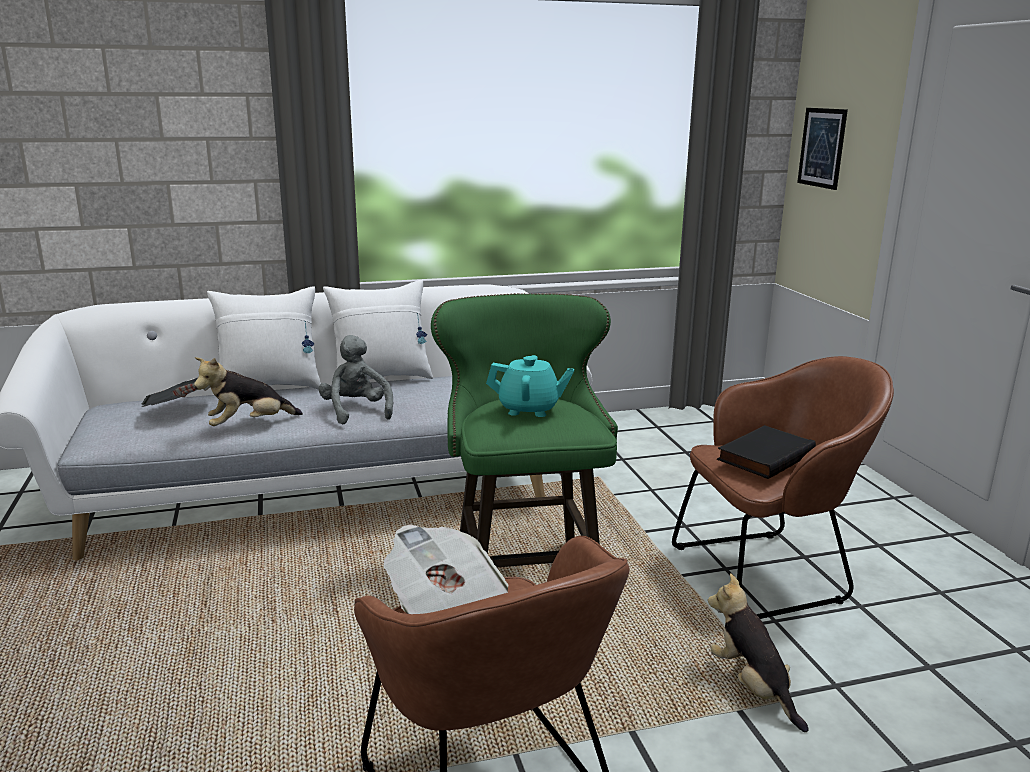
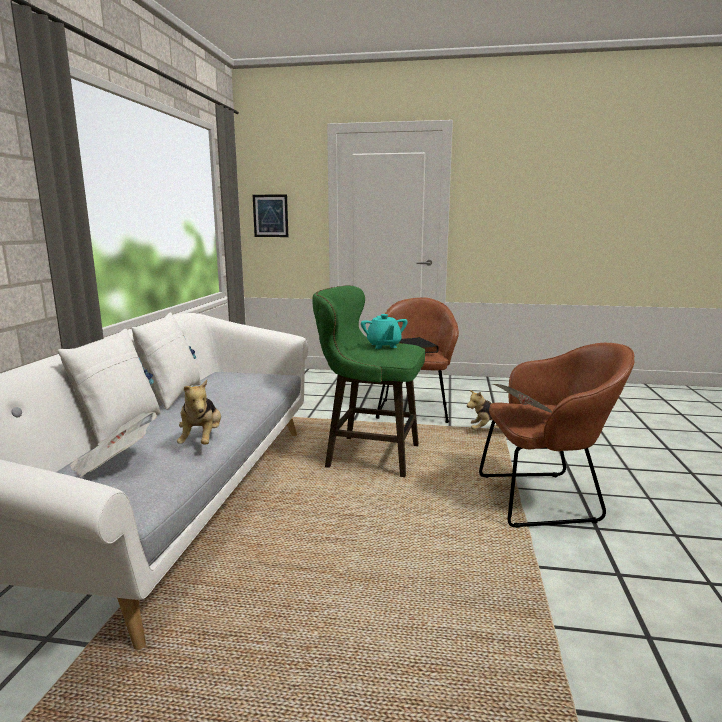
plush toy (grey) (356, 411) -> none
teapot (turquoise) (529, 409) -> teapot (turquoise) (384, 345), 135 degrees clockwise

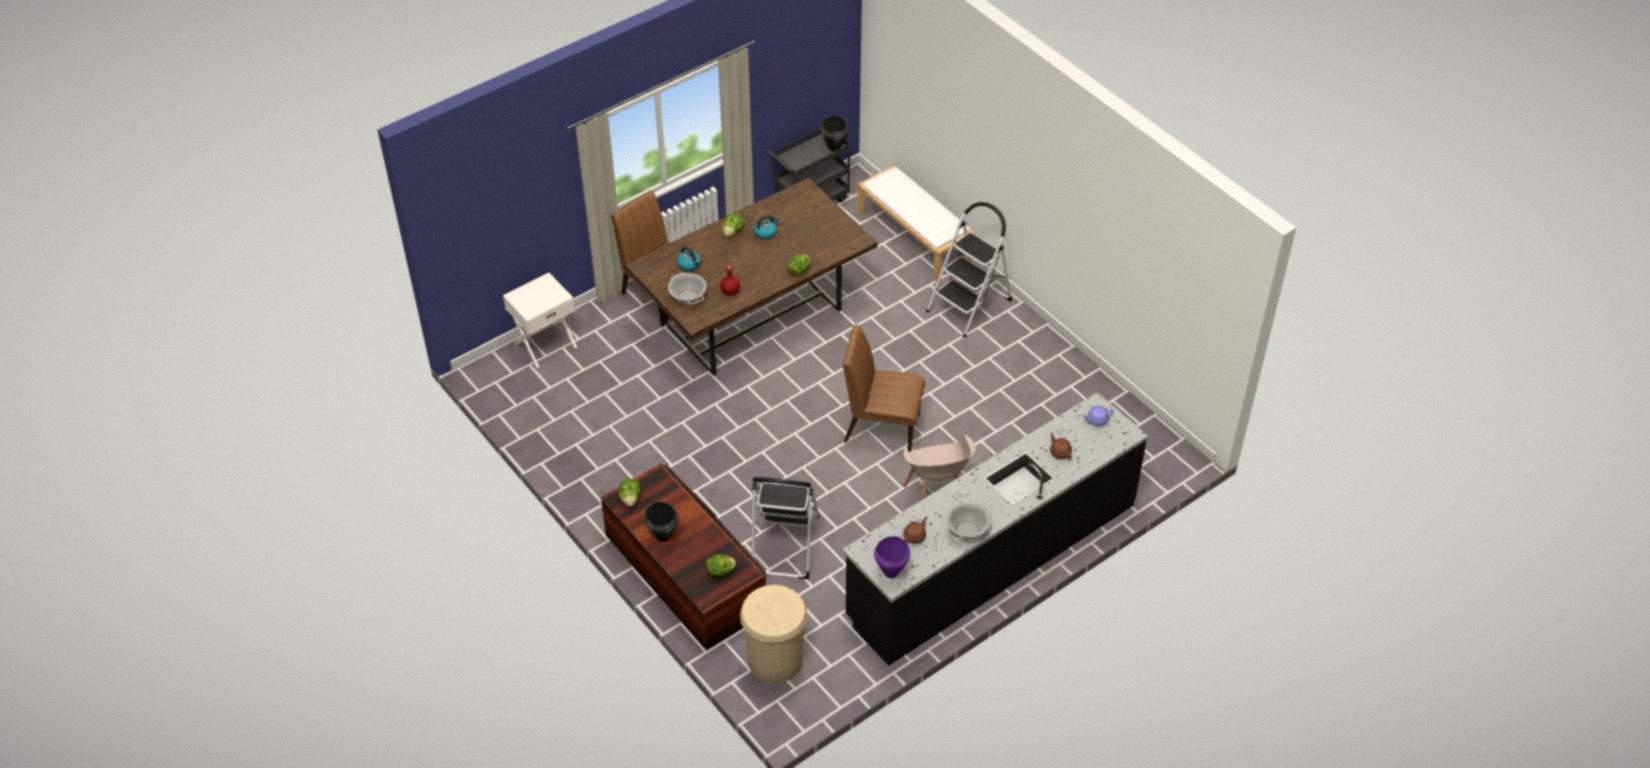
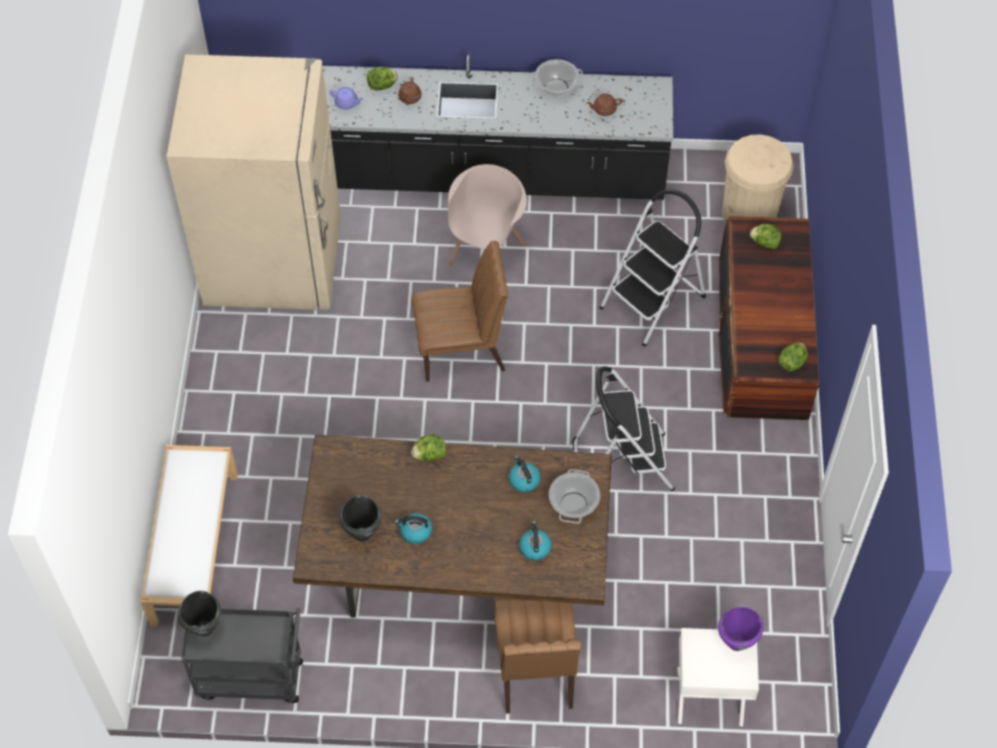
none -> fridge (beige) (273, 260)
cooking pot (black) (663, 536) -> cooking pot (black) (362, 534), move
lettuce (733, 232) -> lettuce (382, 86), move
cooking pot (purple) (890, 572) -> cooking pot (purple) (736, 643), move
step ladder (971, 305) -> step ladder (619, 464), move
bottle (red) (730, 291) -> kettle (523, 480)
chair (brown) (882, 428) -> chair (brown) (461, 351), 60 degrees counterclockwise

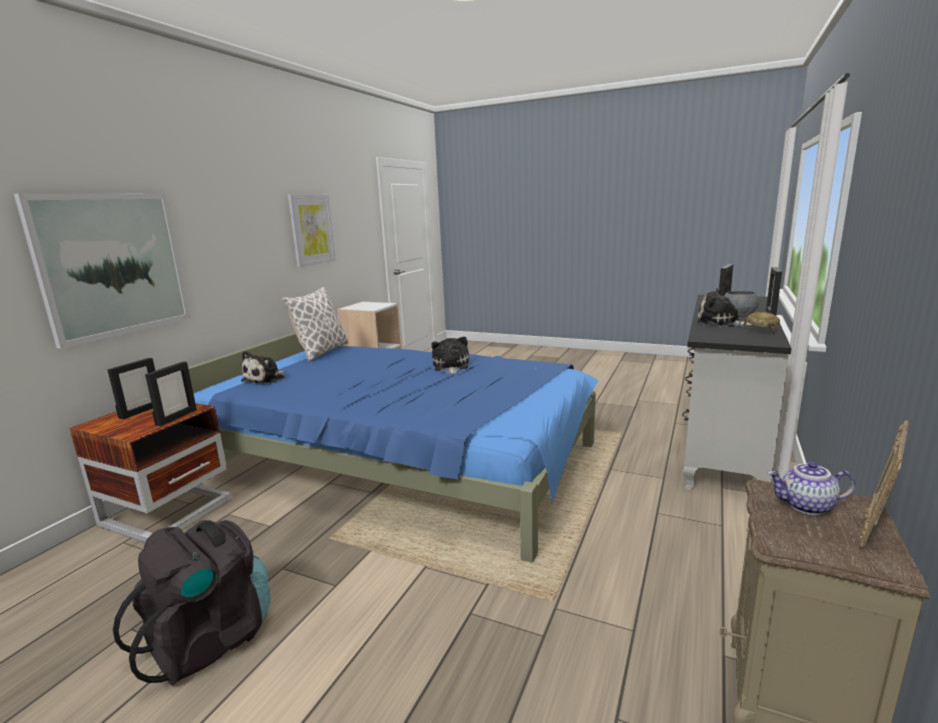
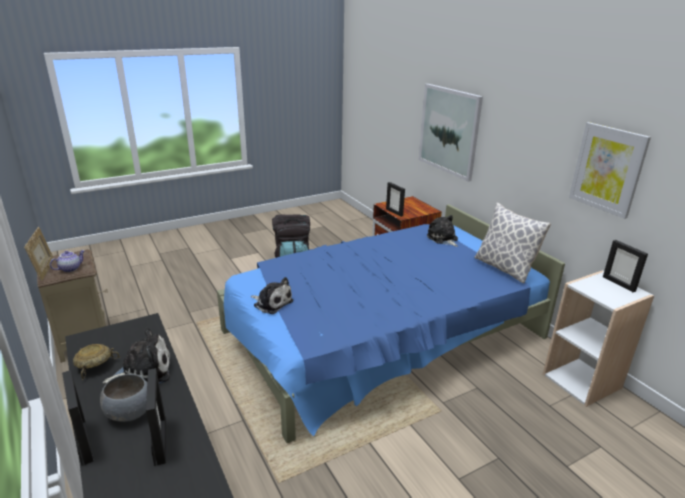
picture frame (141, 411) -> picture frame (619, 283), move
plush toy (450, 367) -> plush toy (272, 303), move

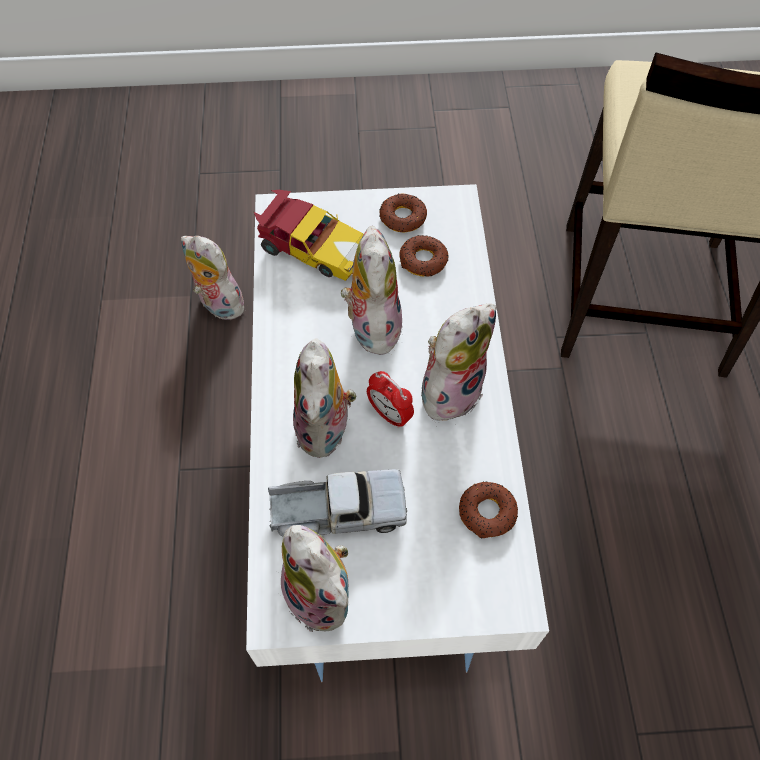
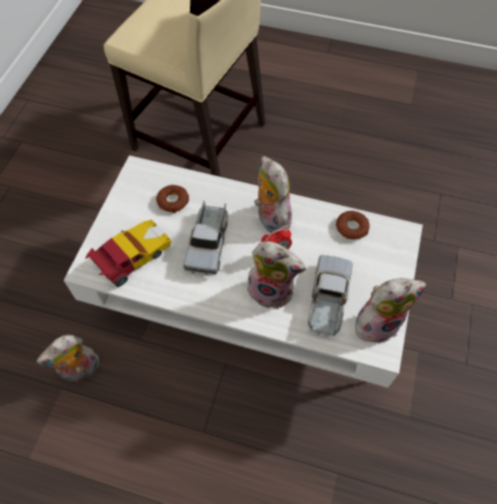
donut (402, 217) -> none
plush toy (372, 325) -> toy truck (208, 243)

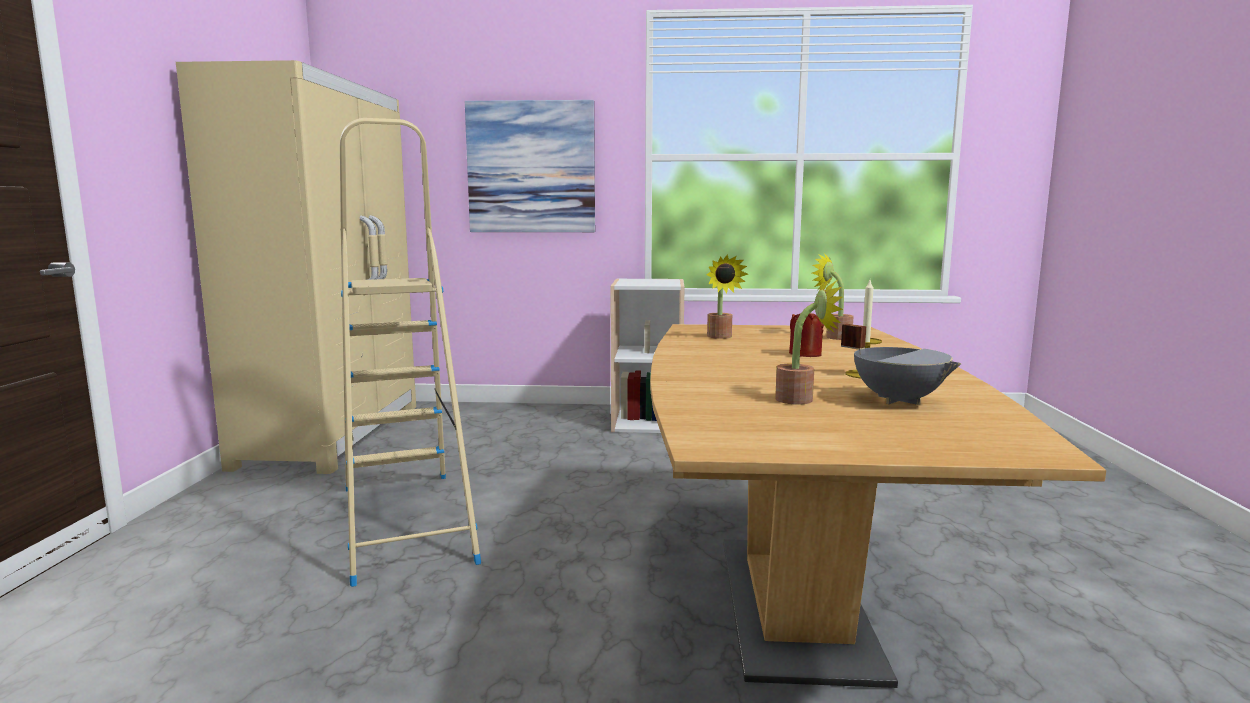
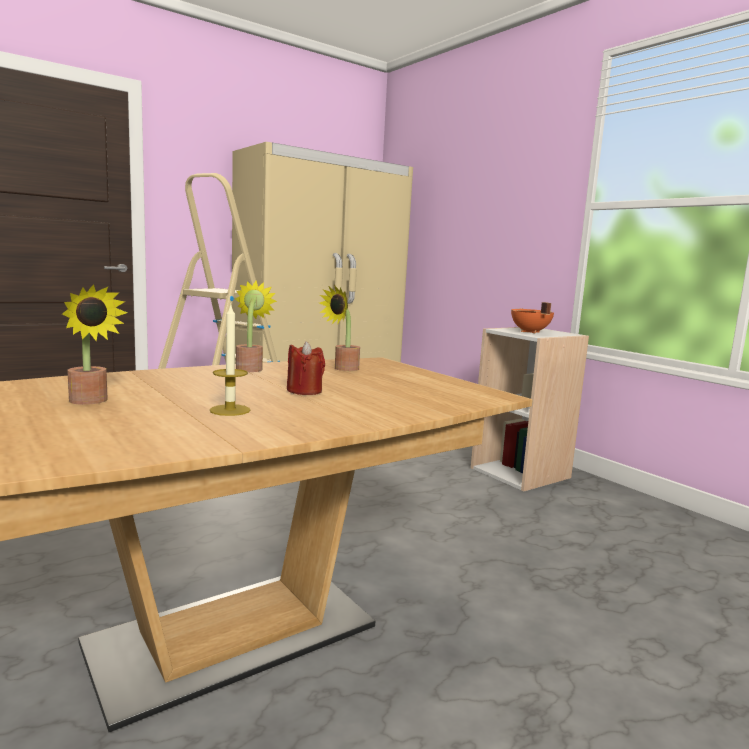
picture (531, 167) -> none
cooking pot (grey) (898, 400) -> none
none -> cooking pot (orange) (529, 332)
potted plant (833, 337) -> potted plant (250, 368), move

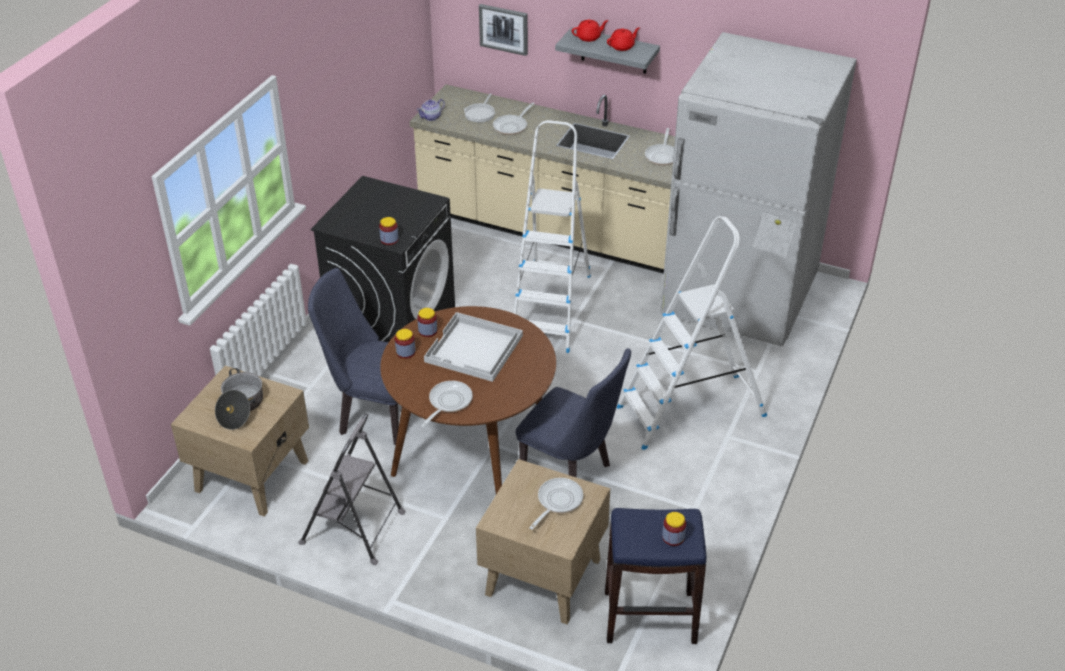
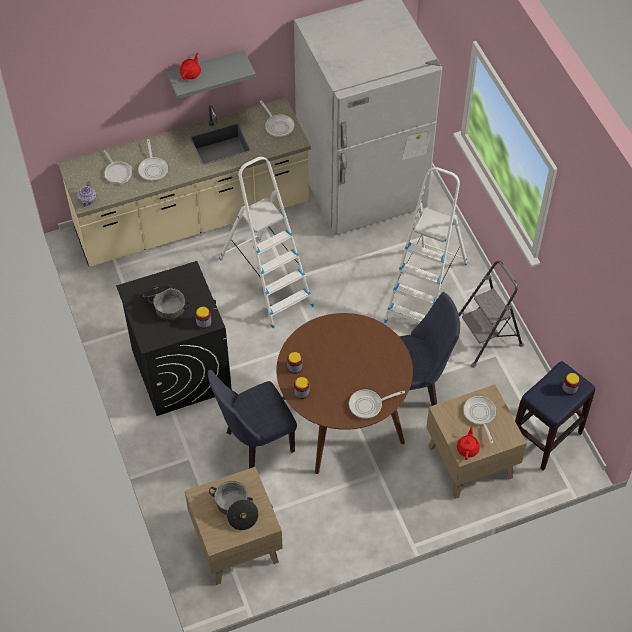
tray (white) (474, 349) -> none
picture (504, 29) -> none
none -> cooking pot (166, 305)
step ladder (grey) (355, 528) -> step ladder (grey) (487, 336), move
teapot (red) (622, 46) -> teapot (red) (468, 448), move
frying pan (448, 402) -> frying pan (368, 405), 90 degrees counterclockwise

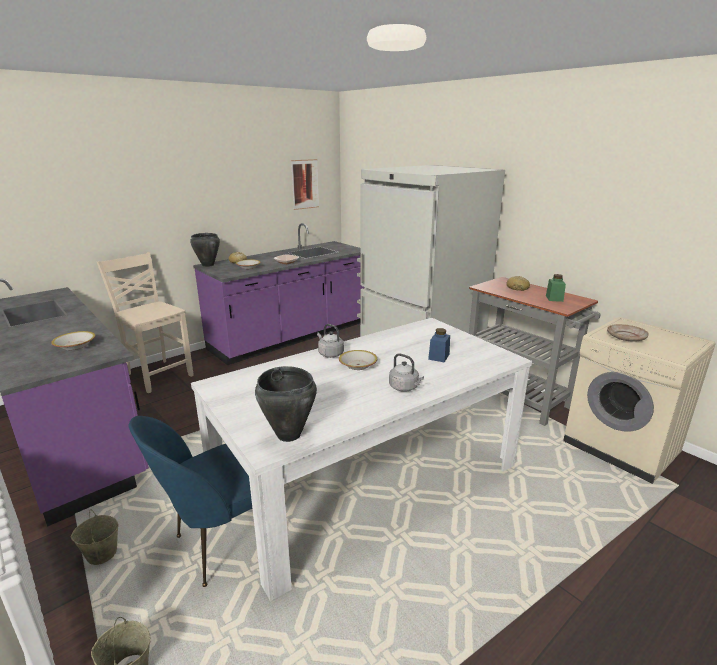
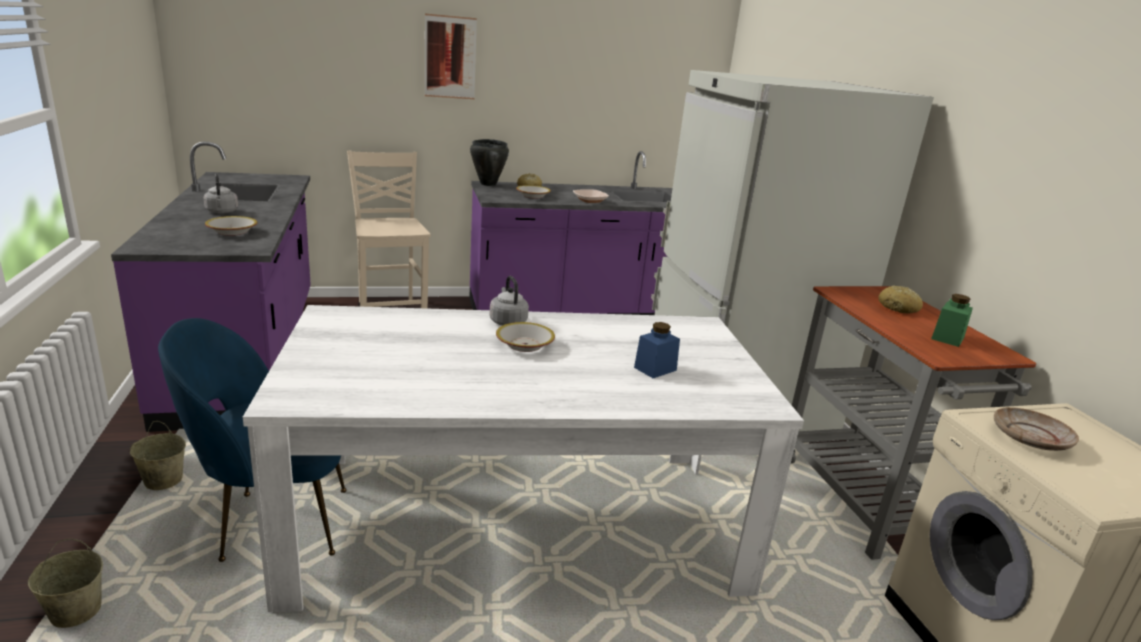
cooking pot (black) (288, 435) -> none
picture (305, 184) -> picture (450, 57), move
kettle (grey) (405, 388) -> kettle (grey) (222, 212), move

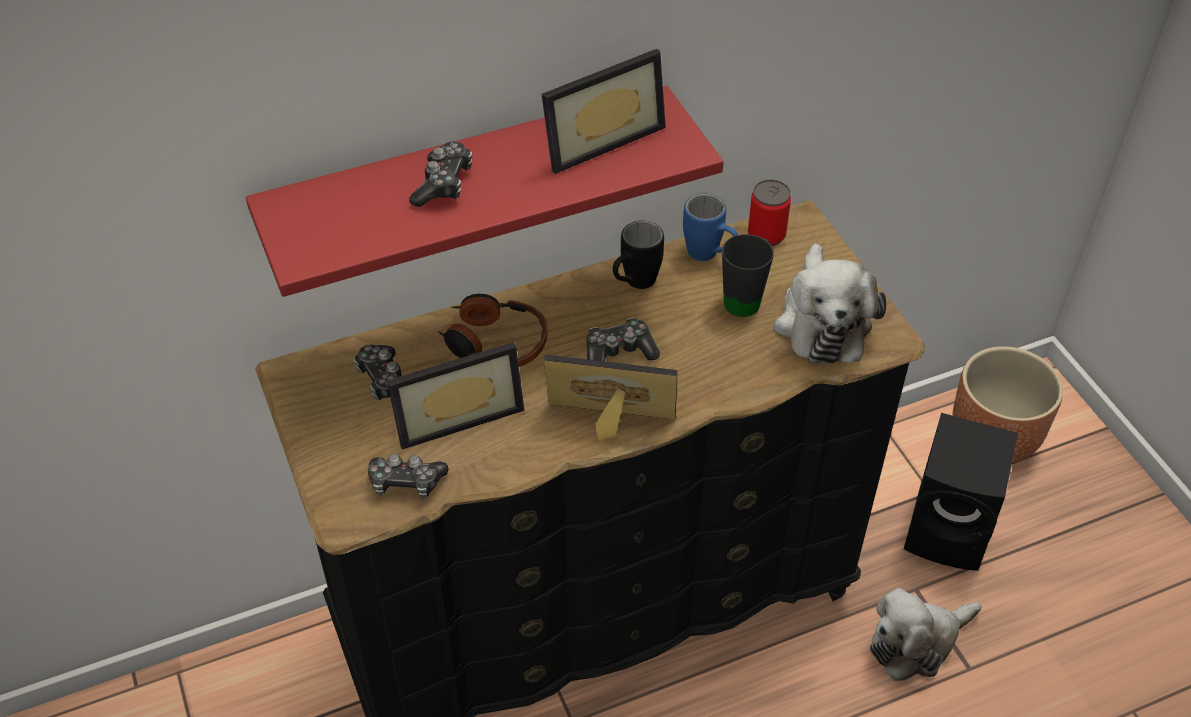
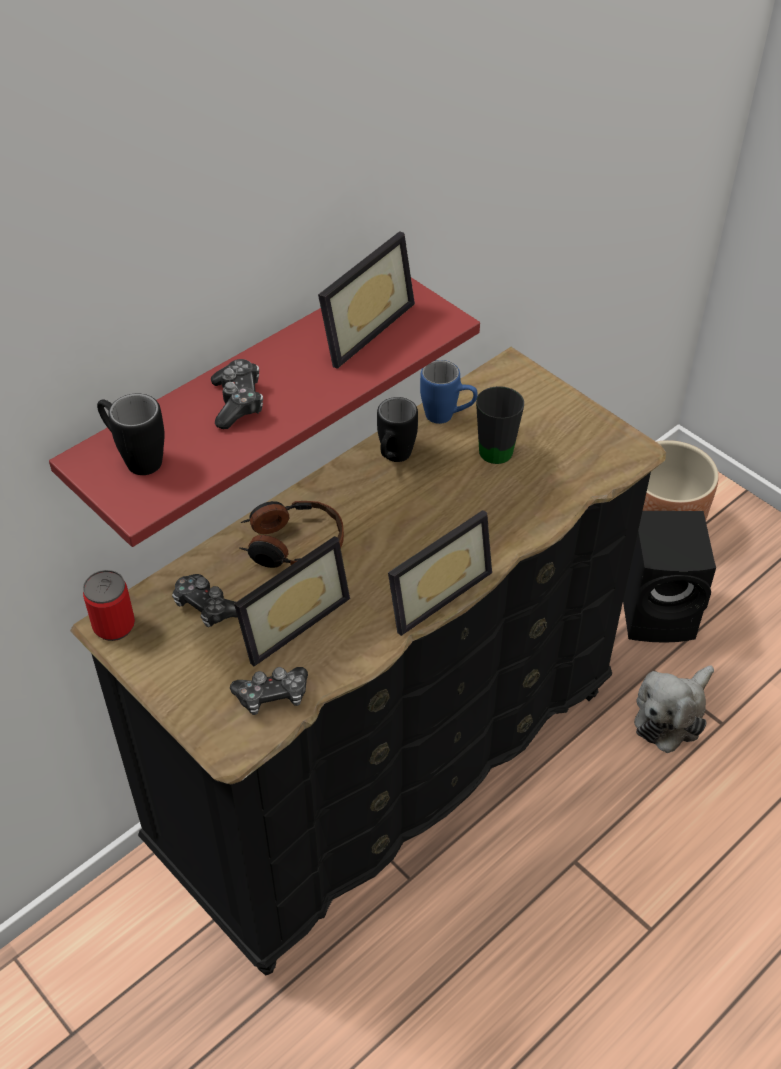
game controller (618, 353) -> none
plush toy (822, 321) -> none
none -> mug (black) (135, 458)
can (766, 235) -> can (114, 626), move
picture frame (608, 425) -> picture frame (432, 590), 150 degrees clockwise

